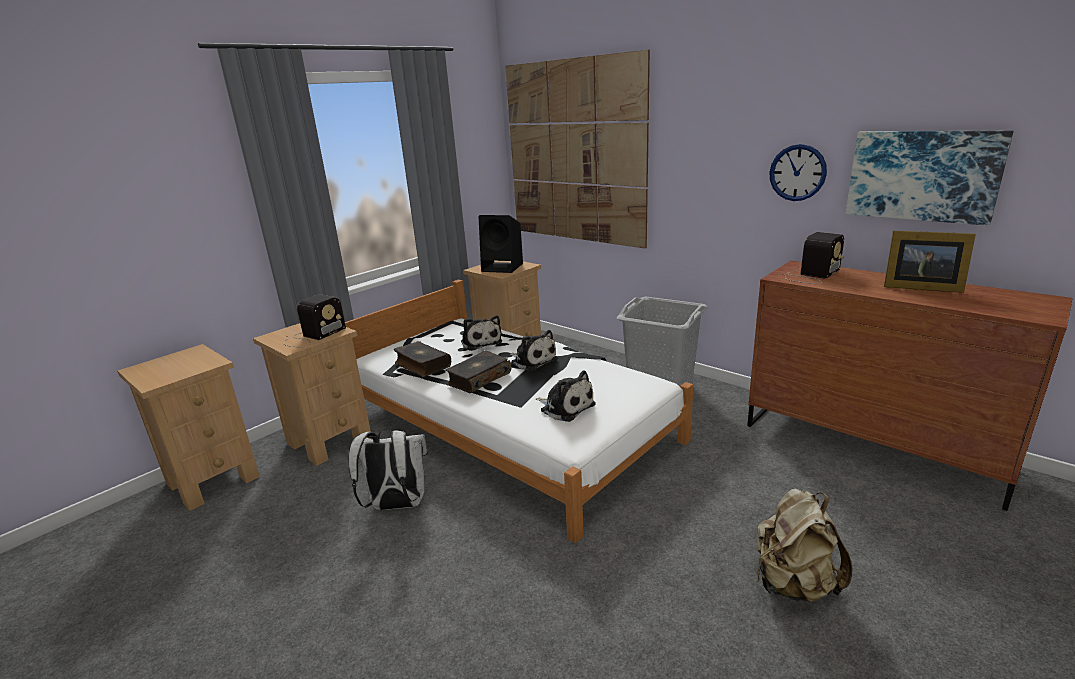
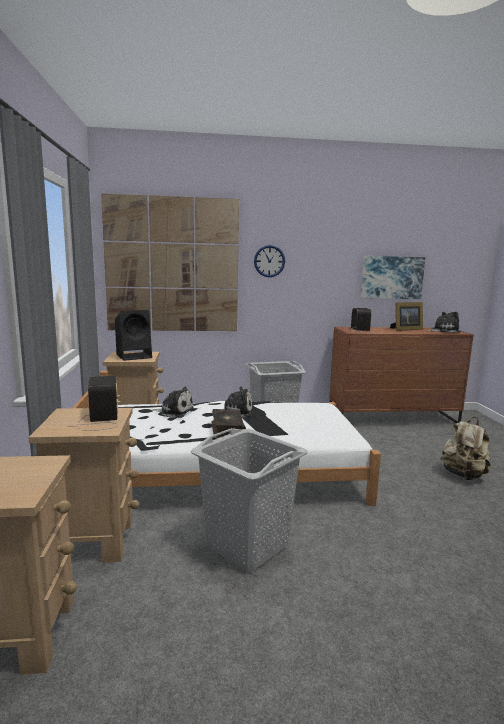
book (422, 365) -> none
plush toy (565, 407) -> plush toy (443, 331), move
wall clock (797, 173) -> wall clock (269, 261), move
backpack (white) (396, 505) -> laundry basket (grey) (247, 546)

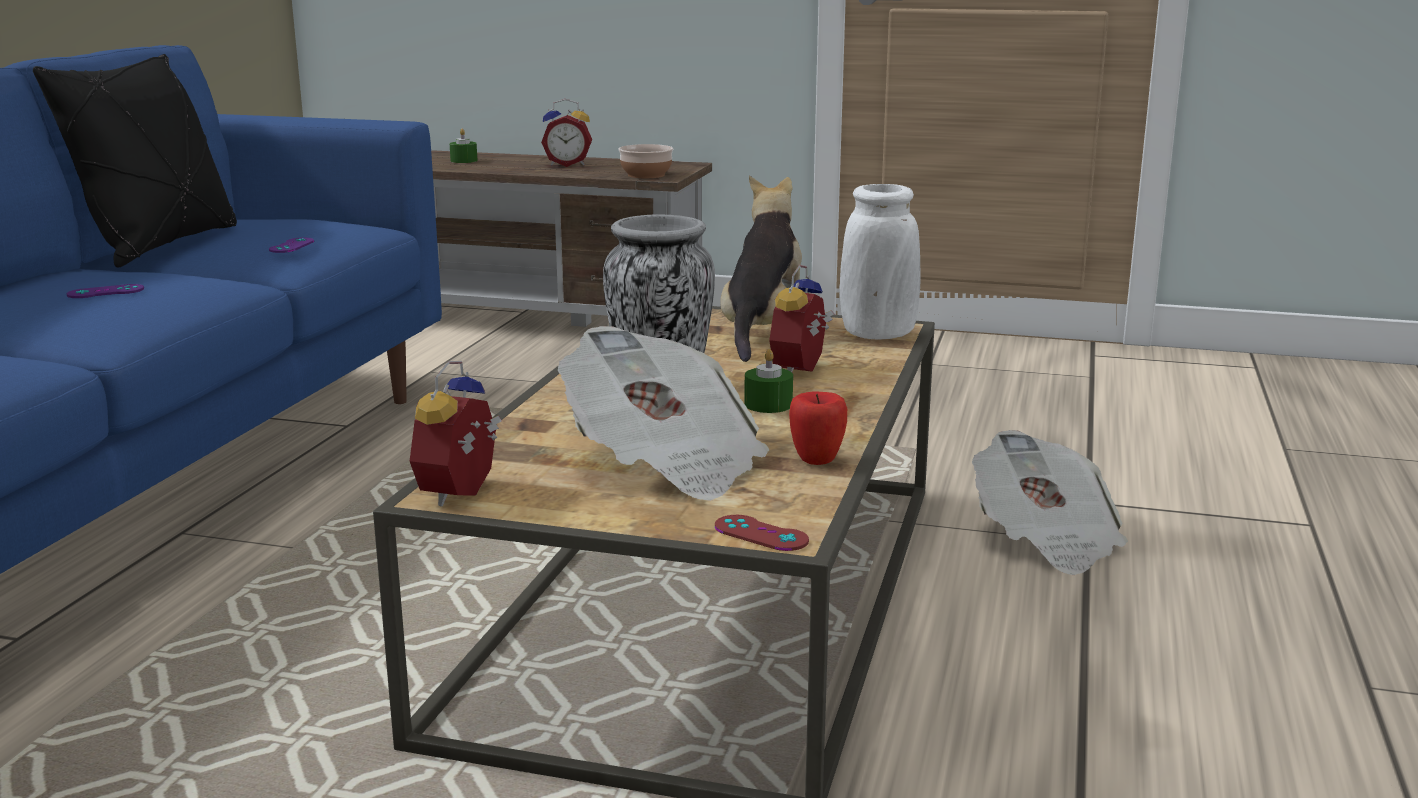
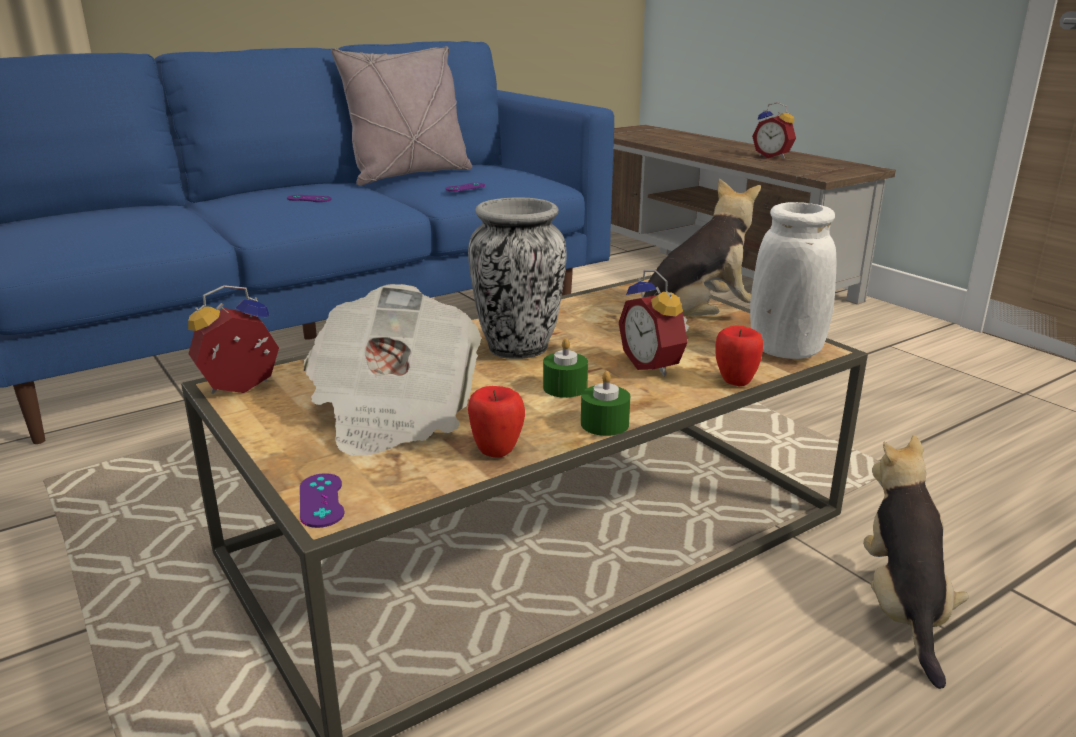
bowl (646, 175) -> none
none -> apple (735, 382)
candle (green) (464, 161) -> candle (green) (604, 424), move
newspaper (1045, 540) -> plush toy (902, 607)
pillow (black) (160, 245) -> pillow (purple) (409, 175)
game controller (red) (761, 534) -> game controller (purple) (321, 500)
alarm clock (803, 370) -> alarm clock (654, 366), 90 degrees counterclockwise

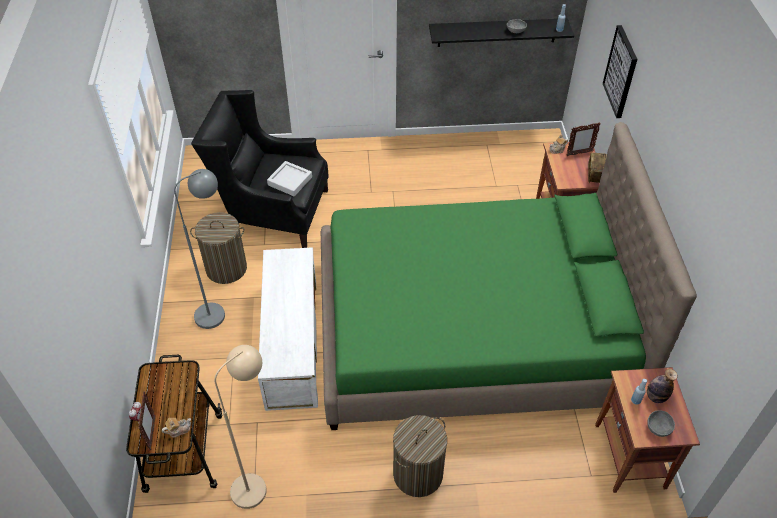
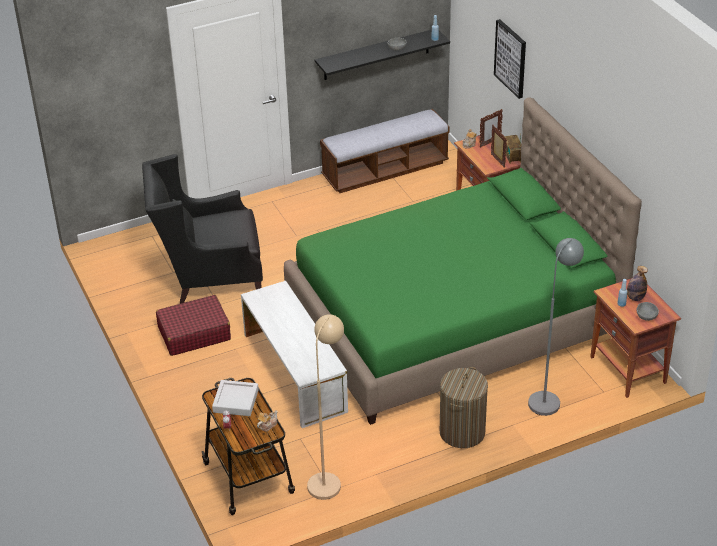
none -> bench (385, 170)
picture frame (152, 434) -> picture frame (497, 161), move
floor lamp (grey) (218, 312) -> floor lamp (grey) (548, 398), move
tray (grey) (290, 181) -> tray (grey) (235, 401), move
laundry basket (226, 268) -> suitcase (red) (194, 333)

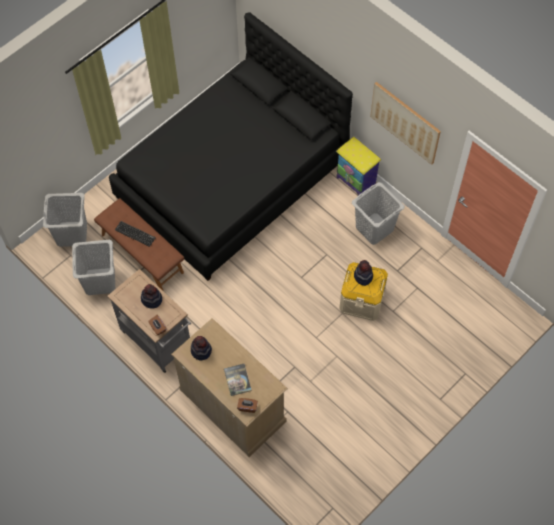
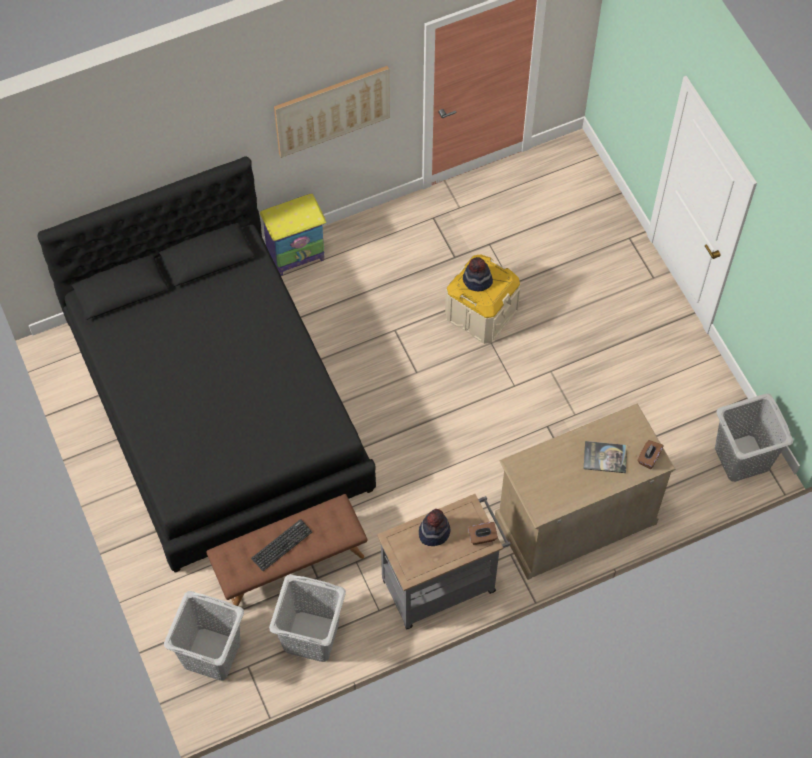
hat (201, 350) -> none
laundry basket (grey) (374, 229) -> laundry basket (grey) (742, 458), move

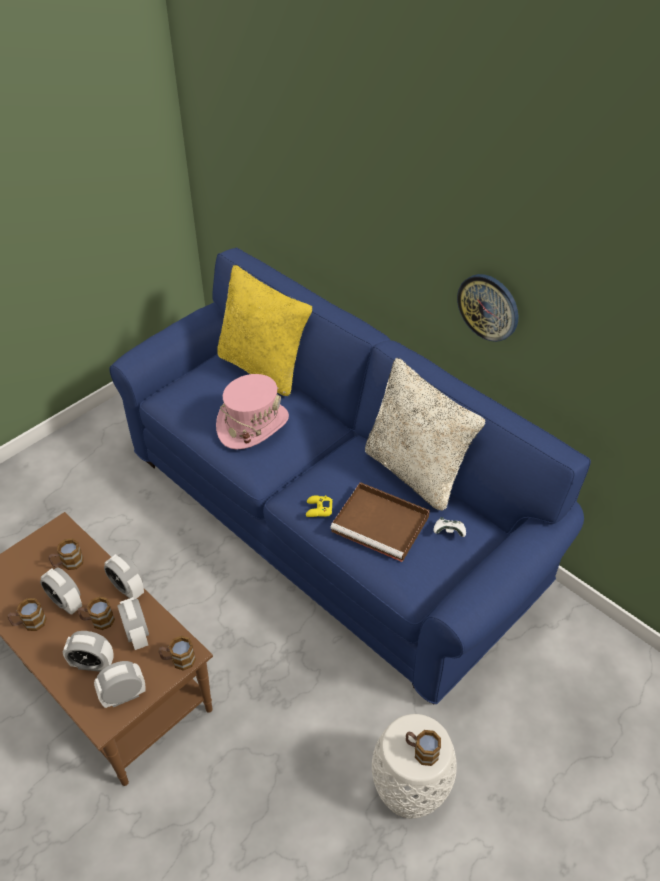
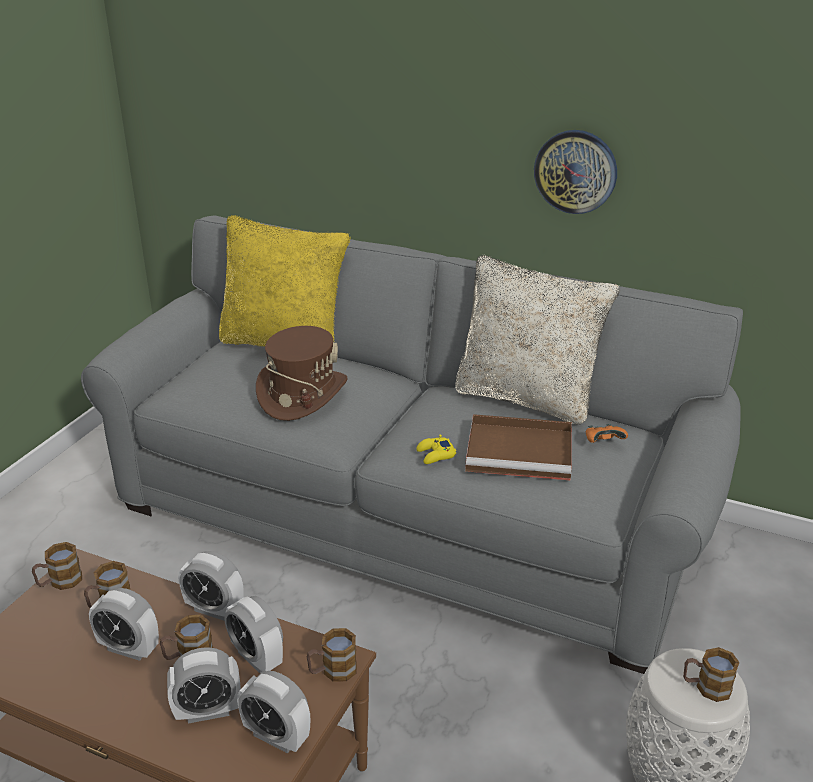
mug (29, 623) -> mug (60, 582), move
sofa (blue) (330, 519) -> sofa (grey) (407, 516)
hat (pink) (252, 425) -> hat (brown) (302, 394)
game controller (white) (449, 532) -> game controller (orange) (603, 442)
alarm clock (124, 696) -> alarm clock (276, 736), 105 degrees counterclockwise

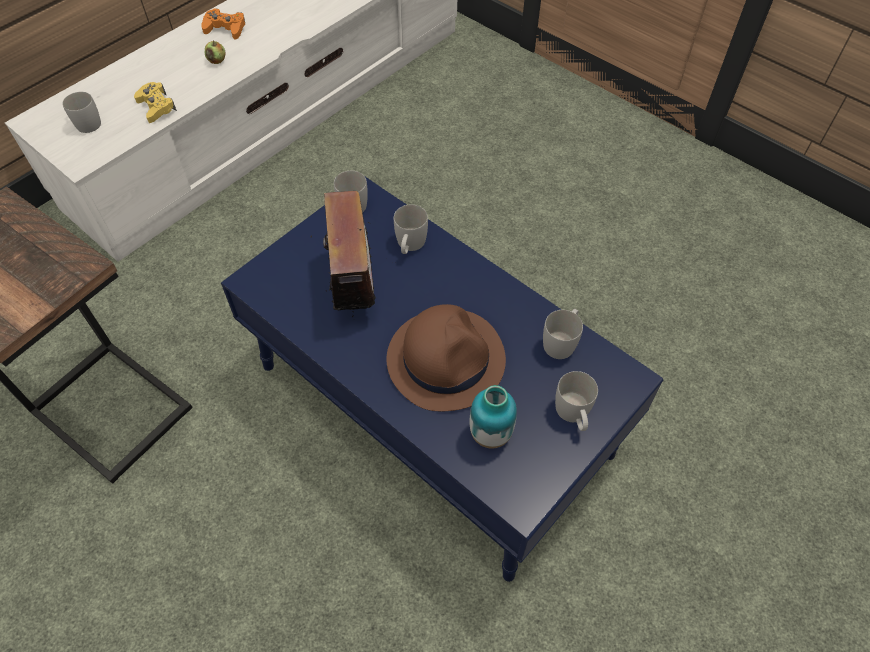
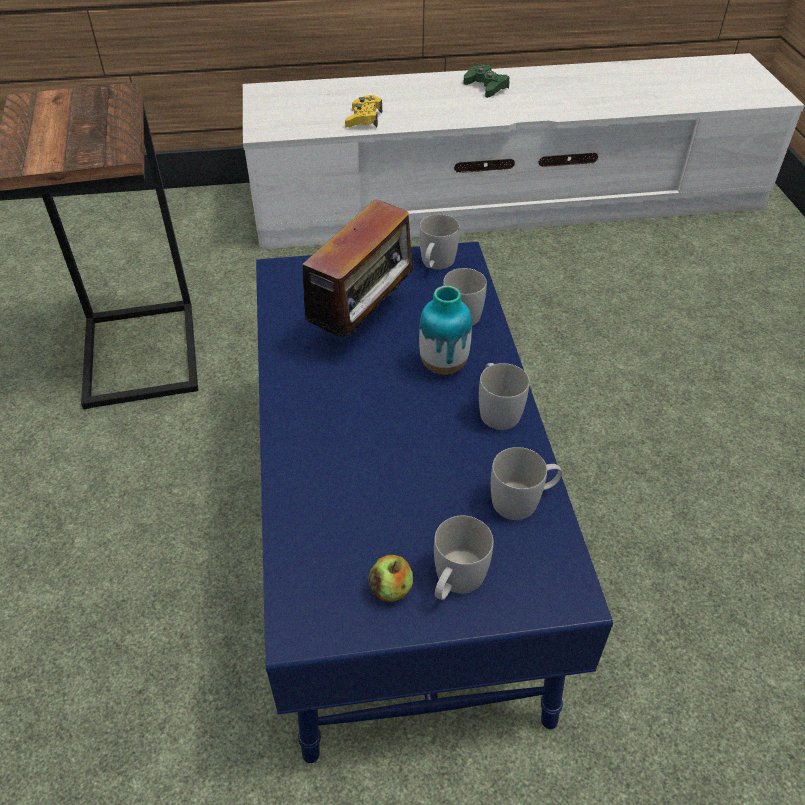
hat (brown) (446, 358) -> none
mug (white) (85, 123) -> mug (white) (496, 409), move
apple (217, 60) -> apple (391, 589), move
vase (490, 434) -> vase (443, 365), move
game controller (orange) (225, 29) -> game controller (green) (486, 87)

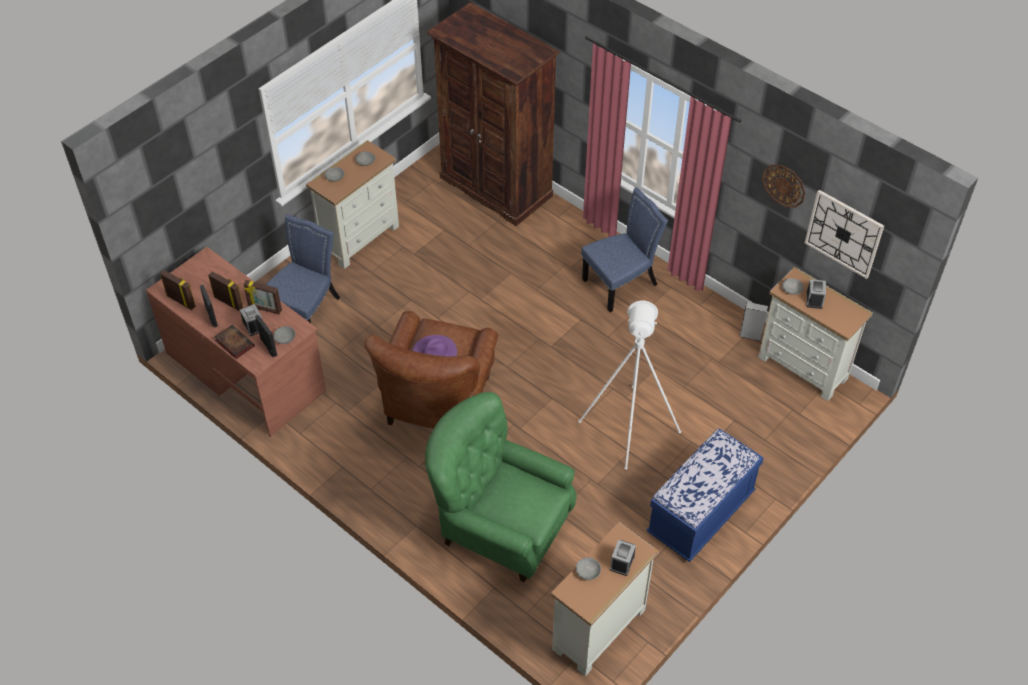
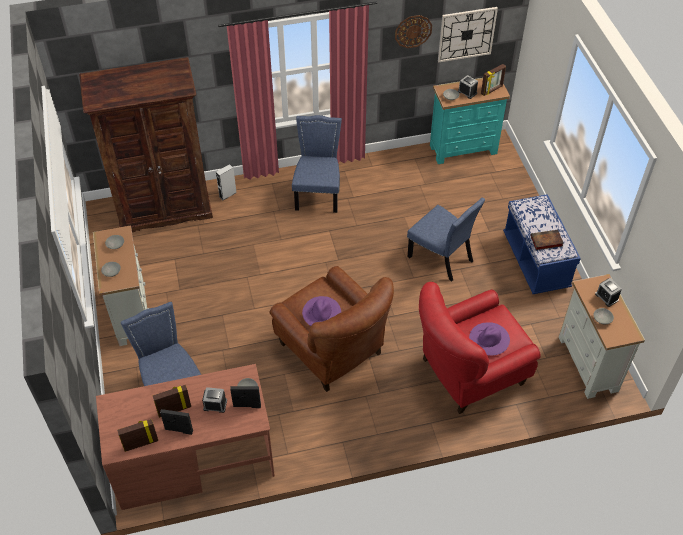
none -> hat (purple) (489, 339)
book (233, 343) -> book (545, 241), move
picture frame (265, 309) -> picture frame (492, 90), move
speaker (grey) (750, 335) -> speaker (grey) (227, 194), move
floor lamp (white) (629, 427) -> chair (blue) (440, 257)
armchair (green) (499, 526) -> armchair (red) (468, 373)
dresser (white) (802, 368) -> dresser (turquoise) (463, 150)

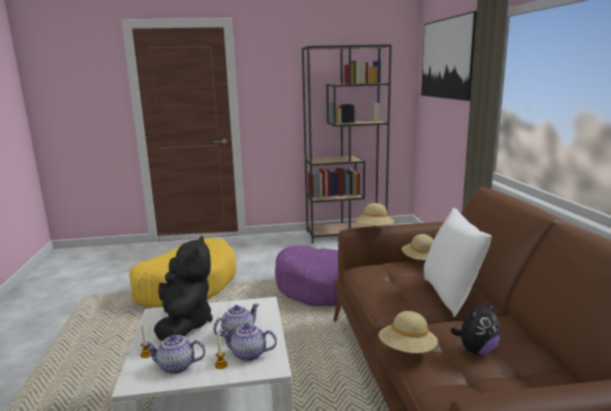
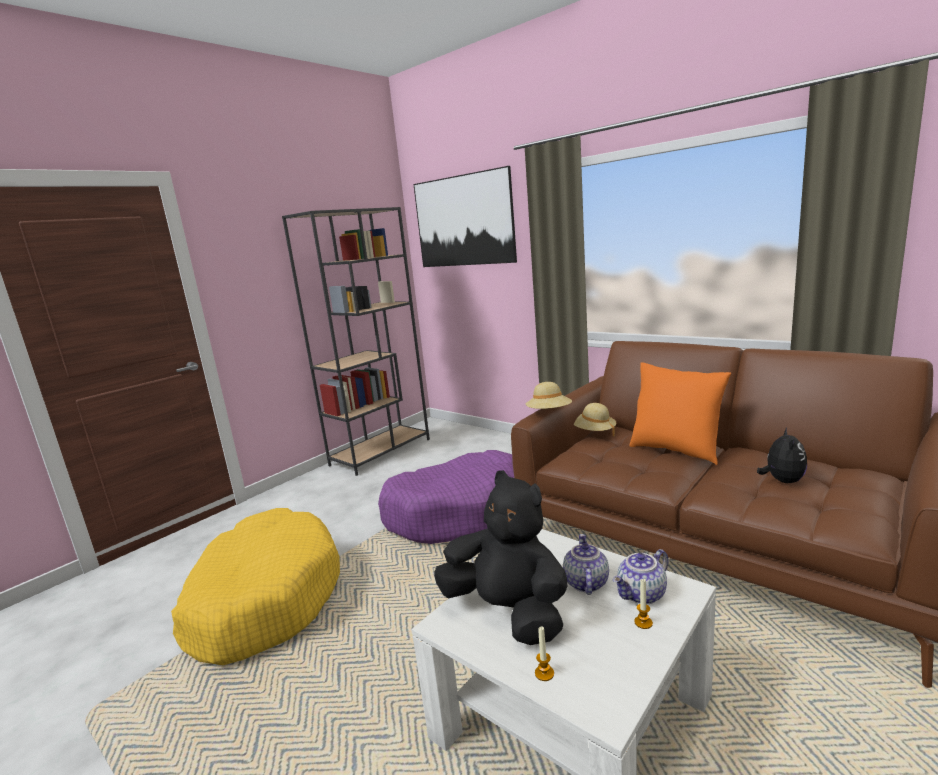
teapot (176, 367) -> none
hat (beige) (407, 350) -> none
pillow (white) (451, 296) -> pillow (orange) (676, 450)

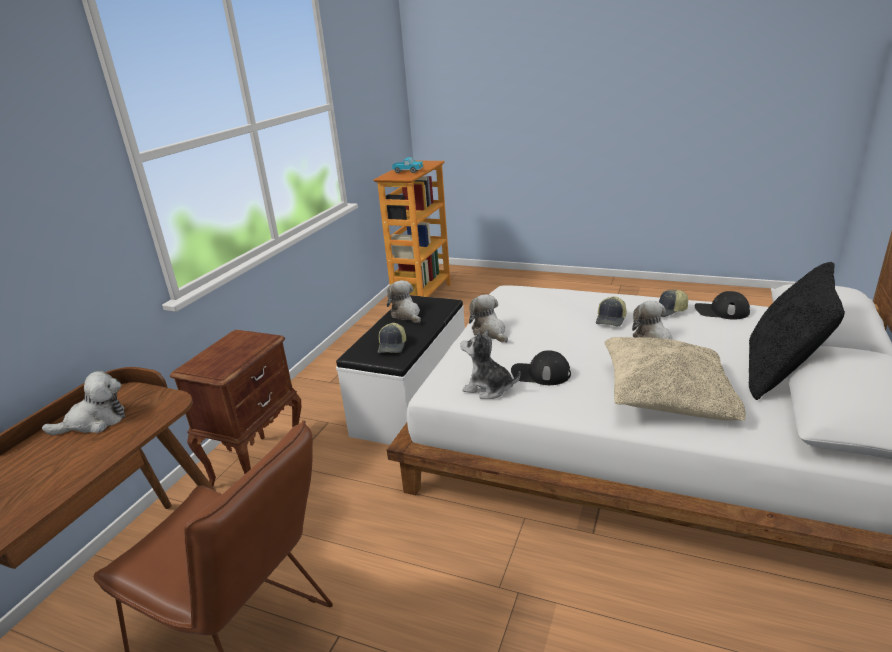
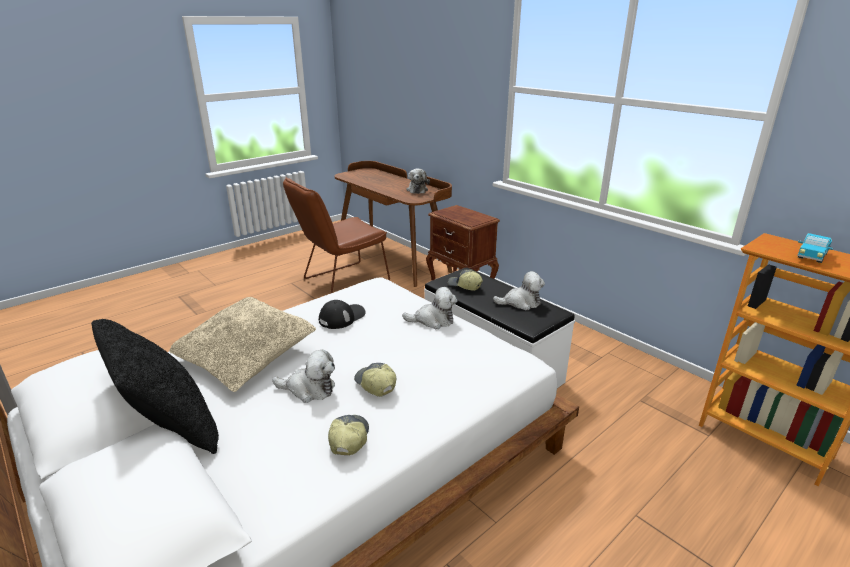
plush toy (488, 388) -> none
cap (black) (721, 311) -> none

